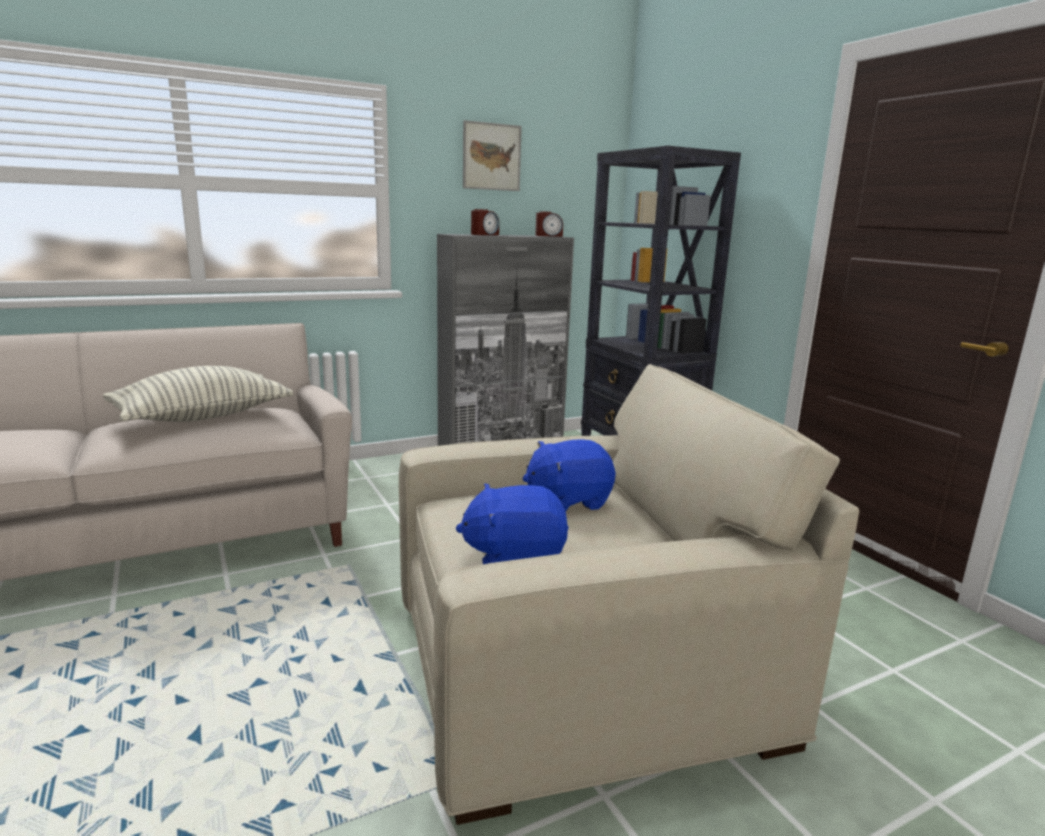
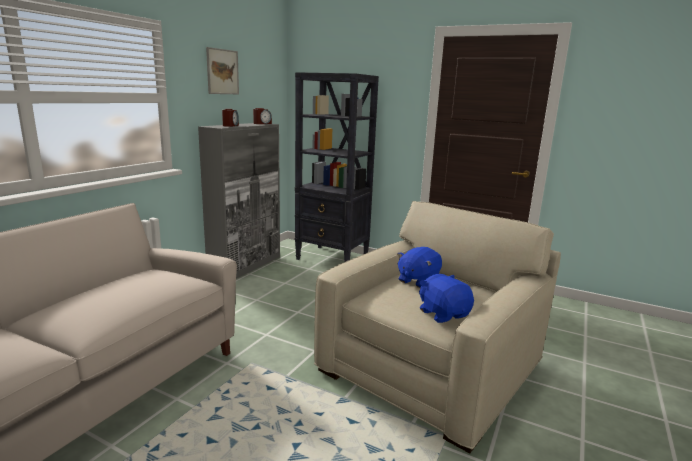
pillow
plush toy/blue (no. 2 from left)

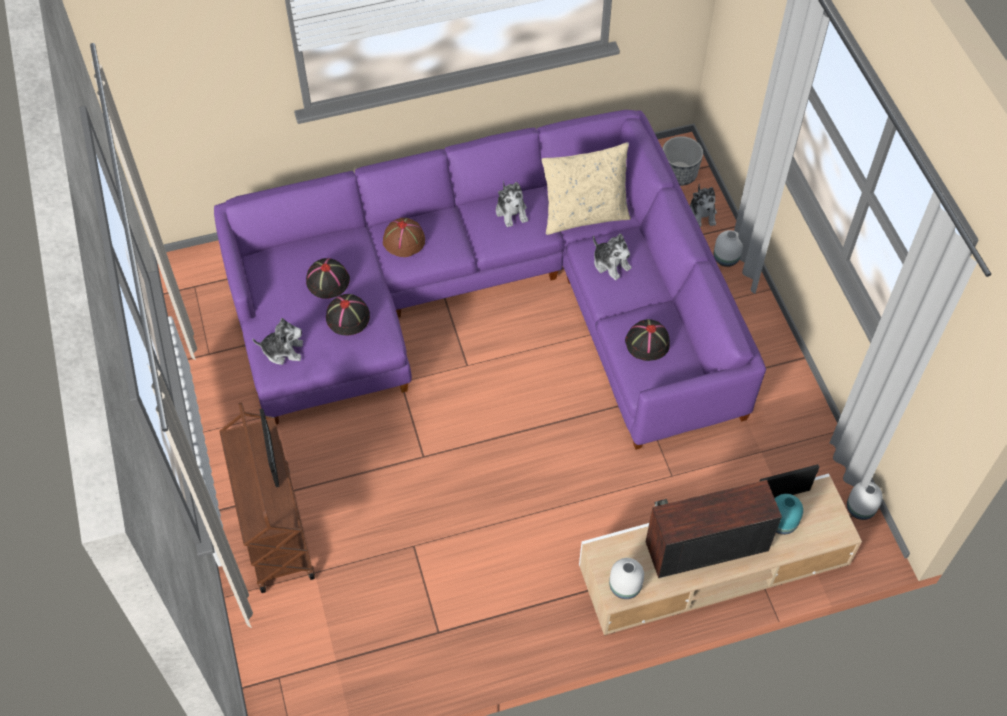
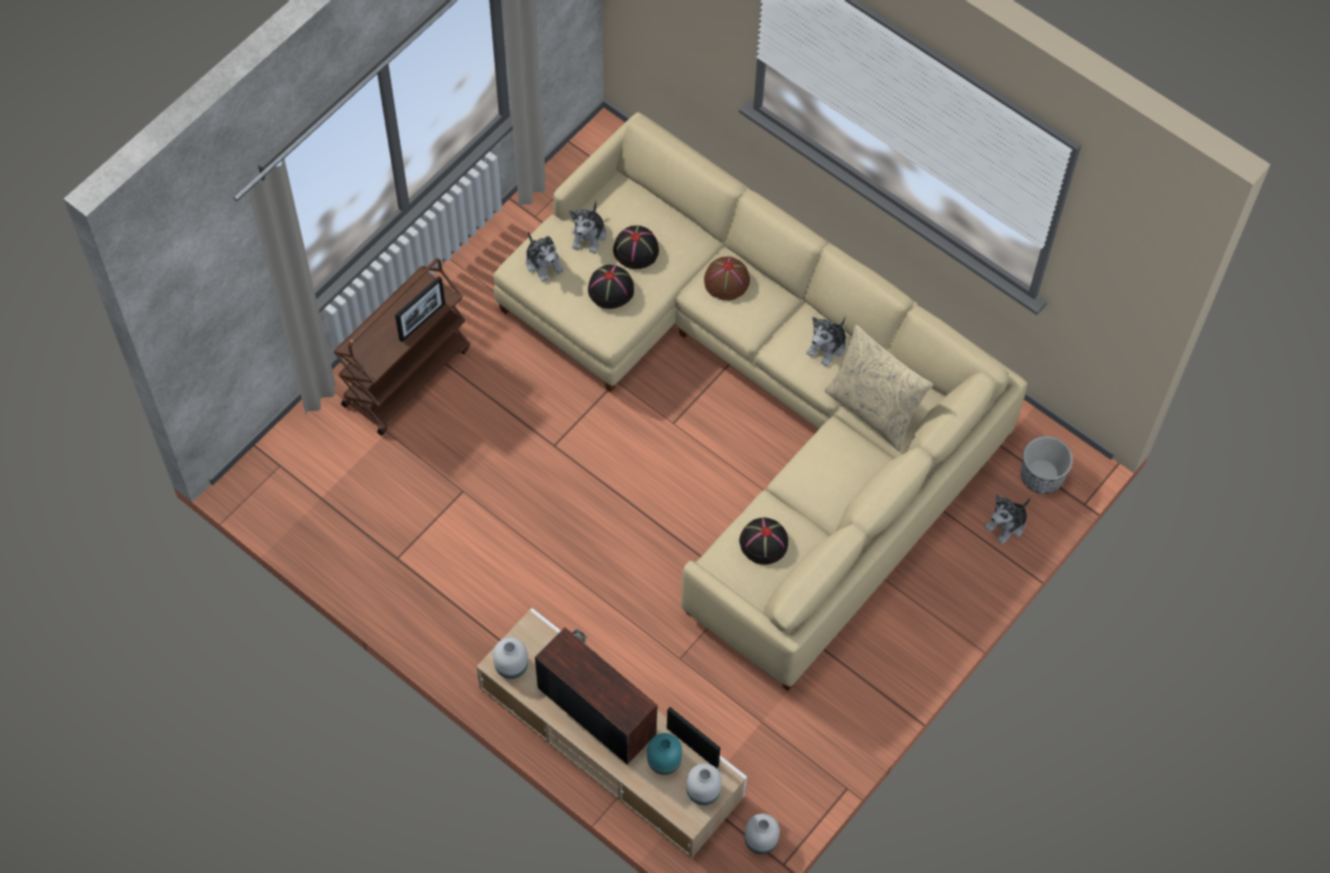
sofa/beige
plush toy (no. 2 from left)
vase/white (no. 2 from left)

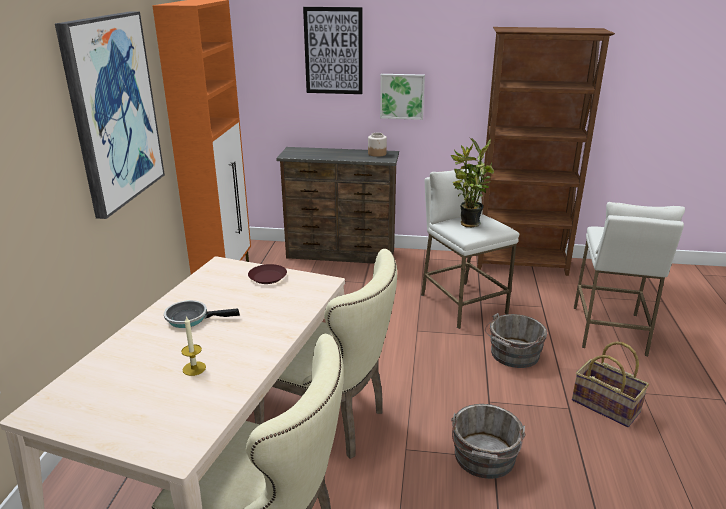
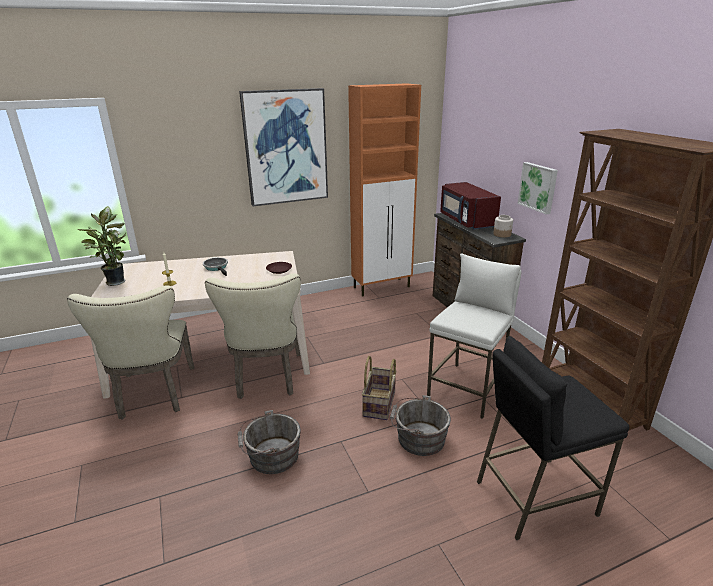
picture (no. 2 from left in the first image)
potted plant
basket
stool/black
microwave/red

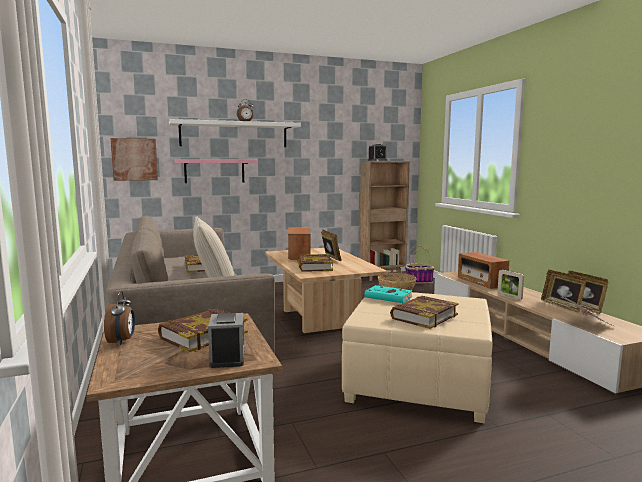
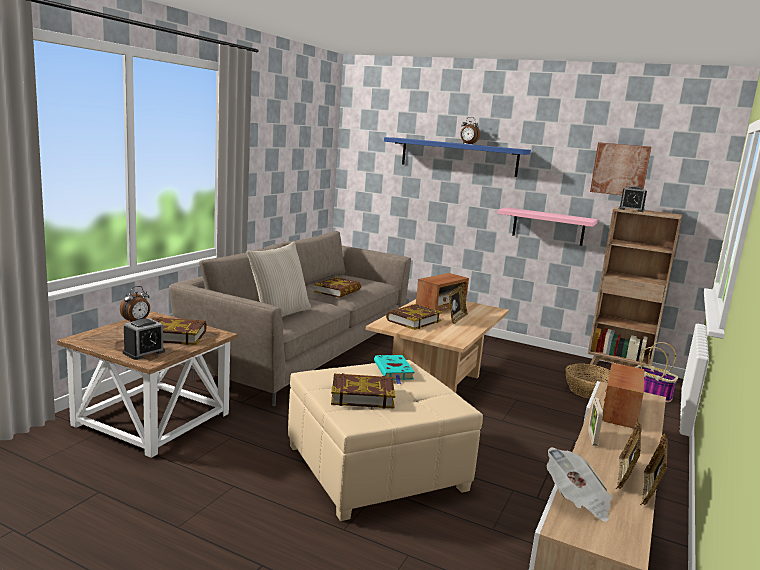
picture
shelf/blue
shelf/pink

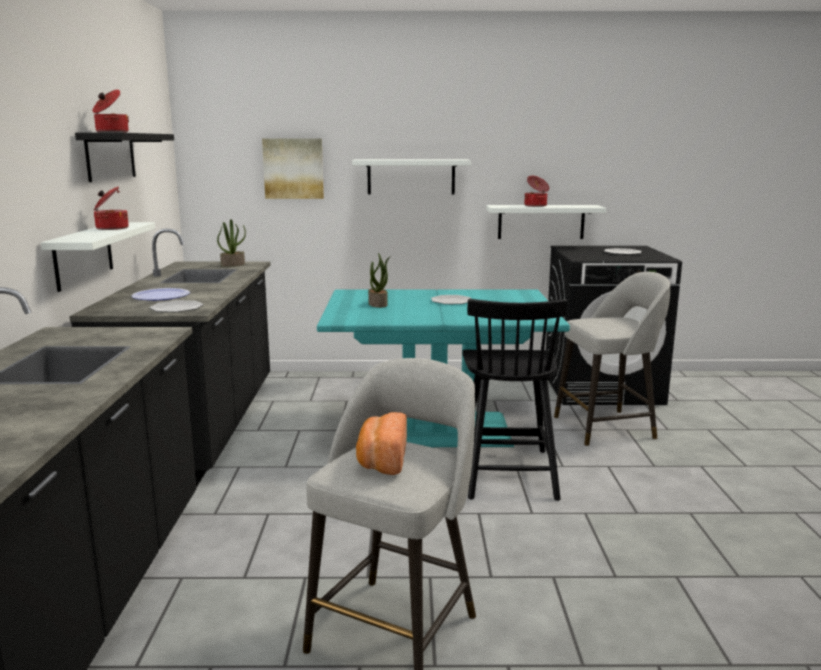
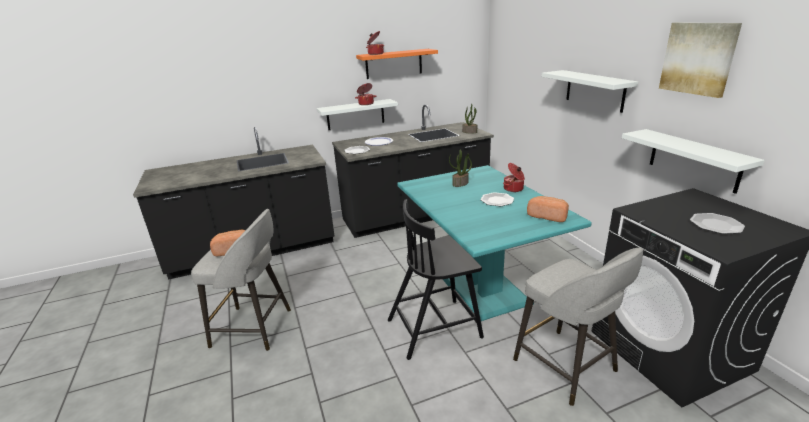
shelf/orange
picture
cooking pot (no. 3 from left)
bread (no. 2 from left)

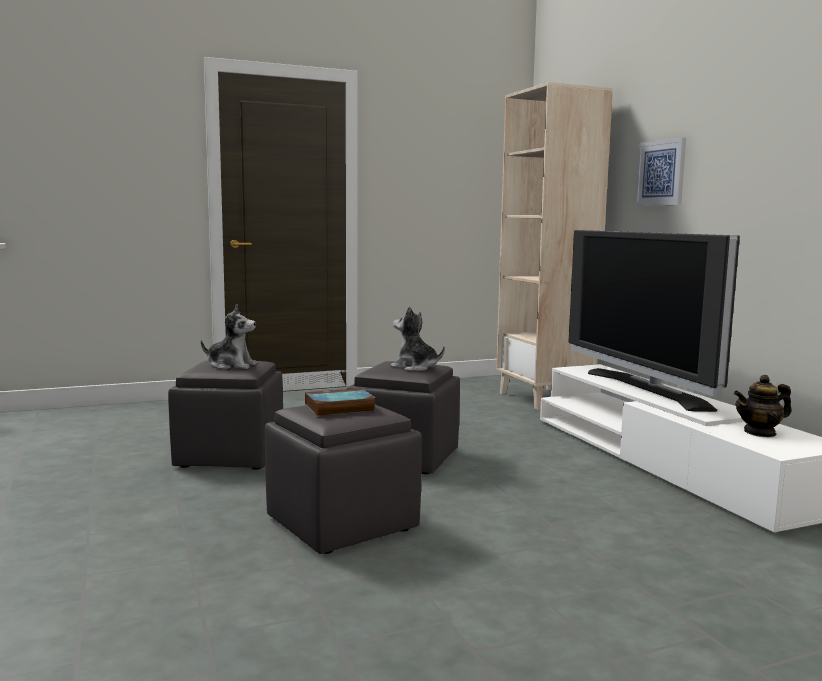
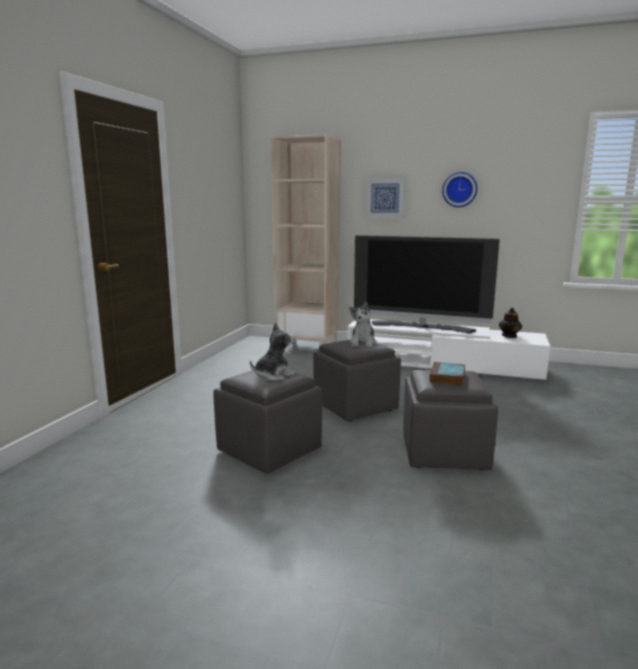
plush toy (no. 2 from left)
wall clock

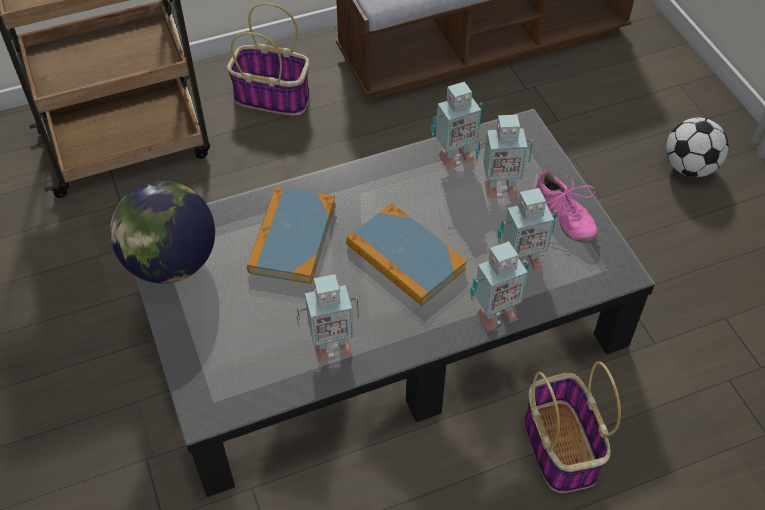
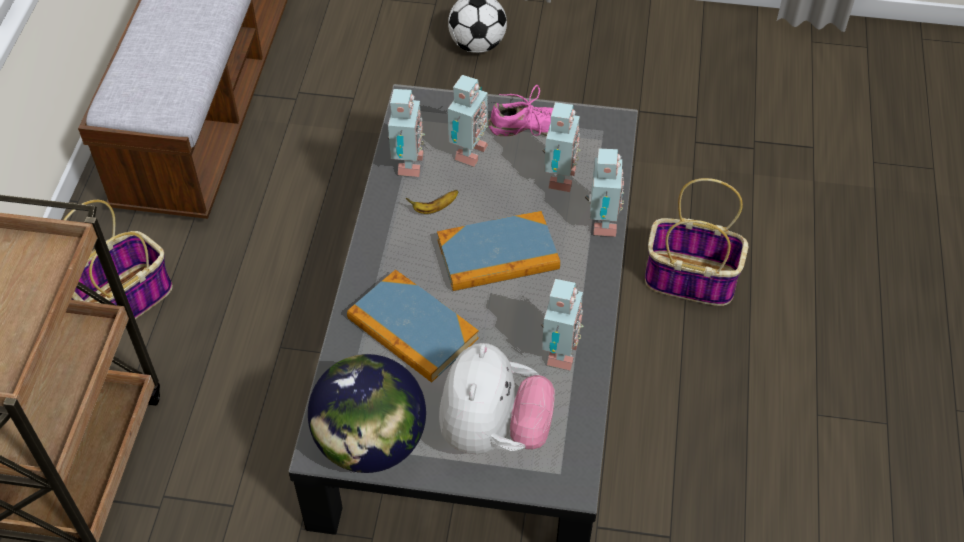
banana
plush toy

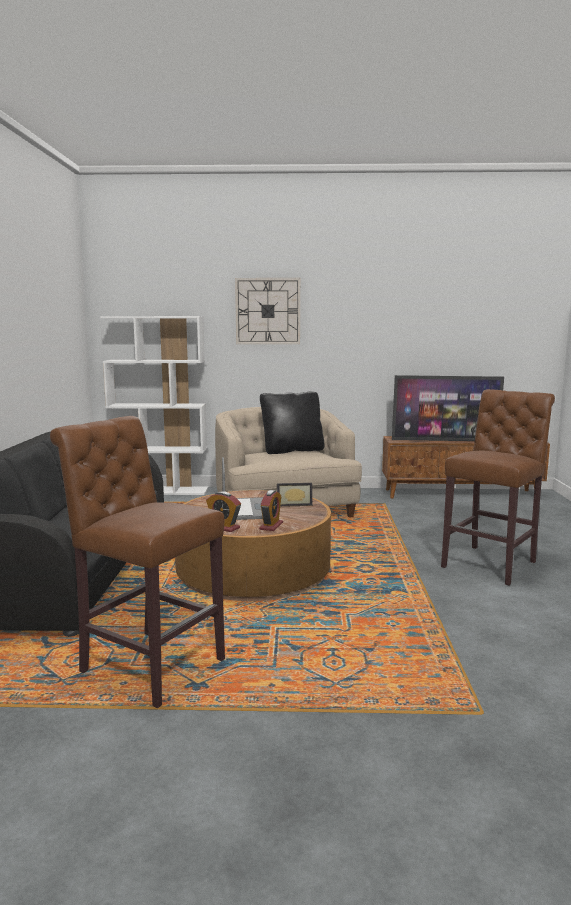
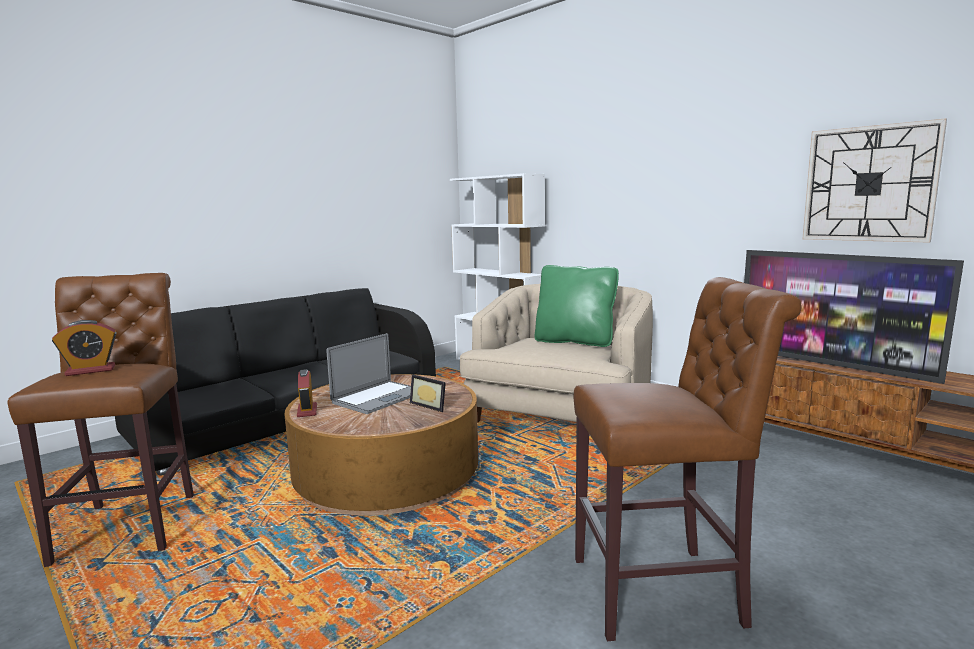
wall clock
alarm clock (no. 1 from left)
pillow/green

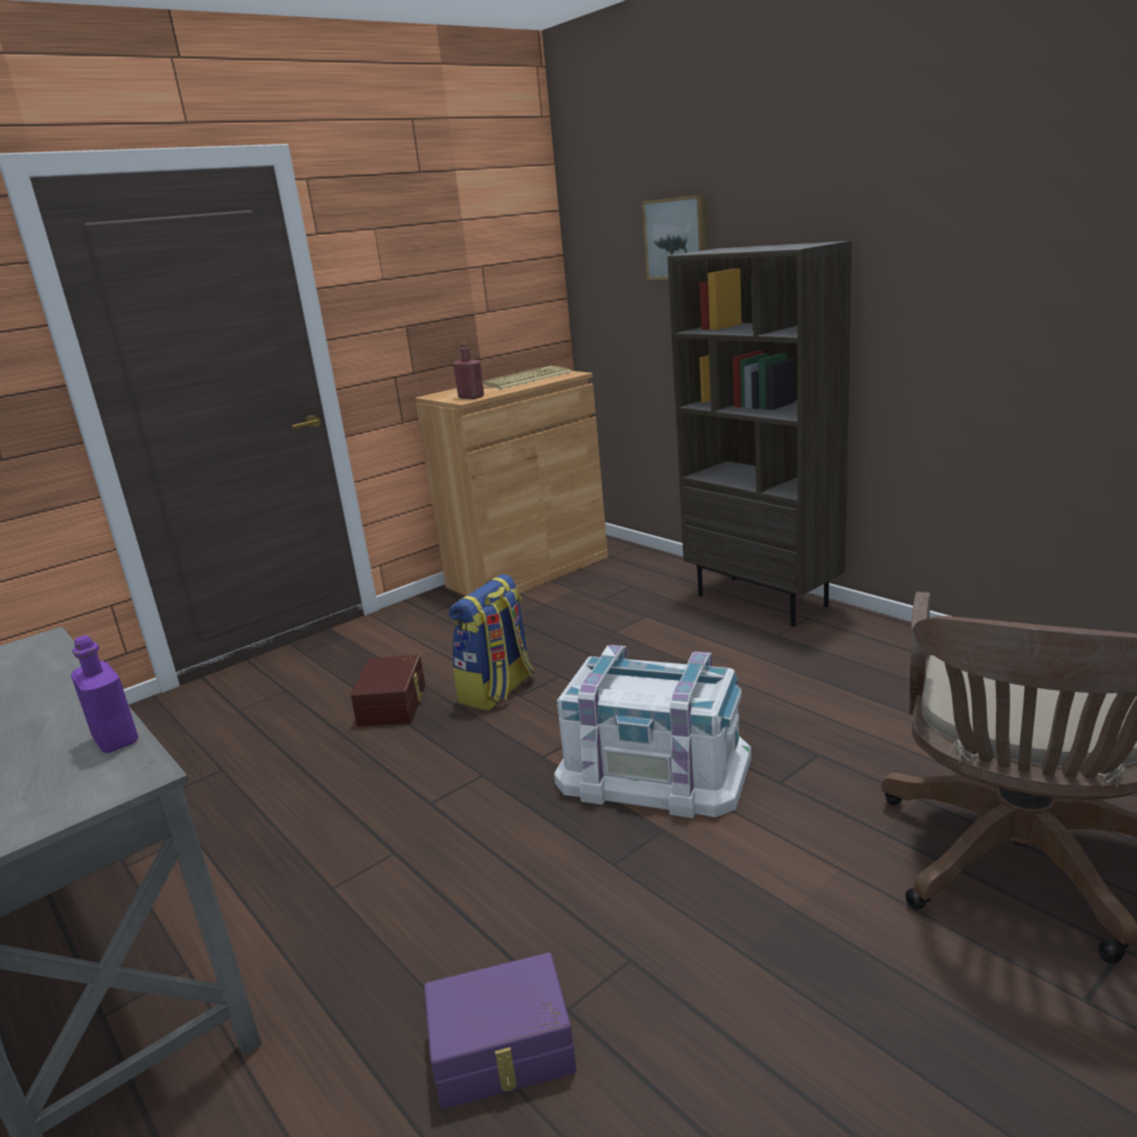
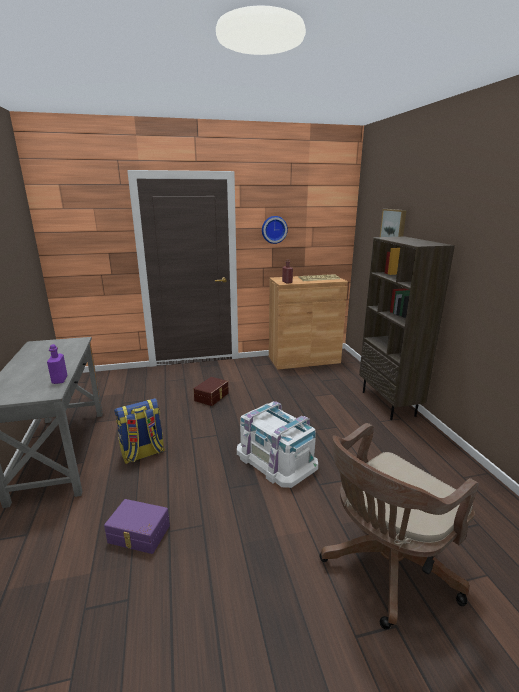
backpack
wall clock

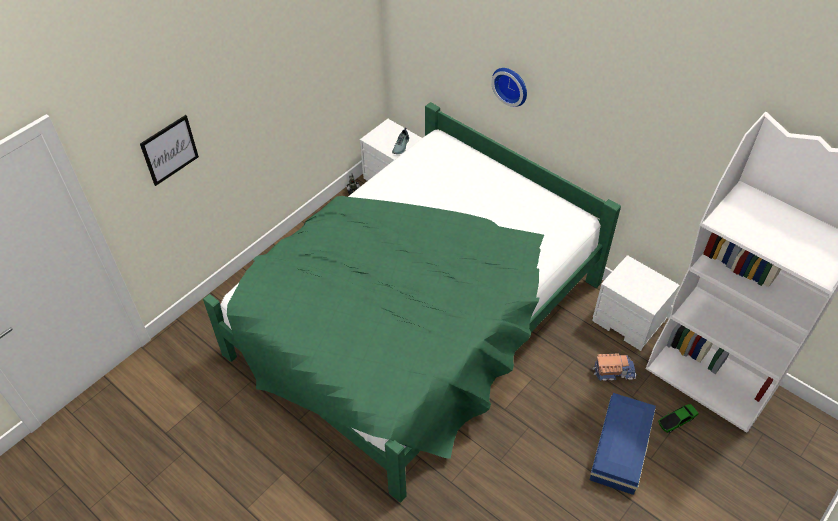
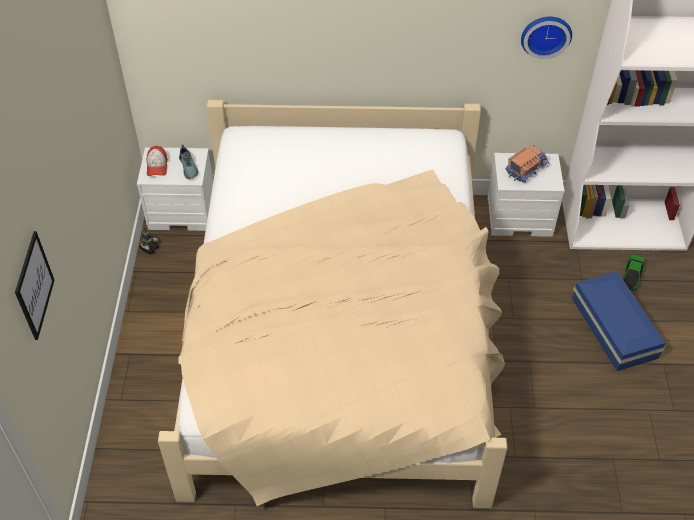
bed/beige
wall clock
toy truck
cap

